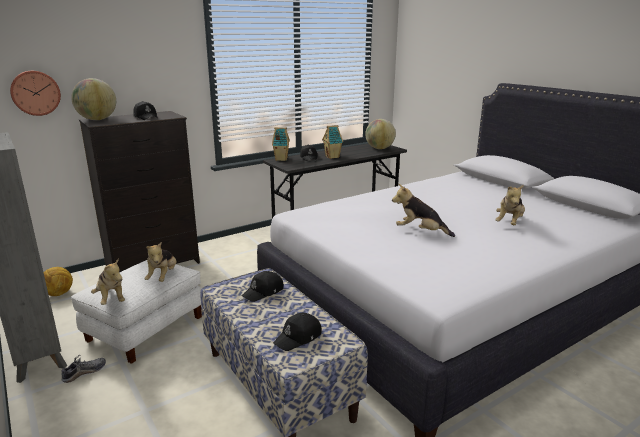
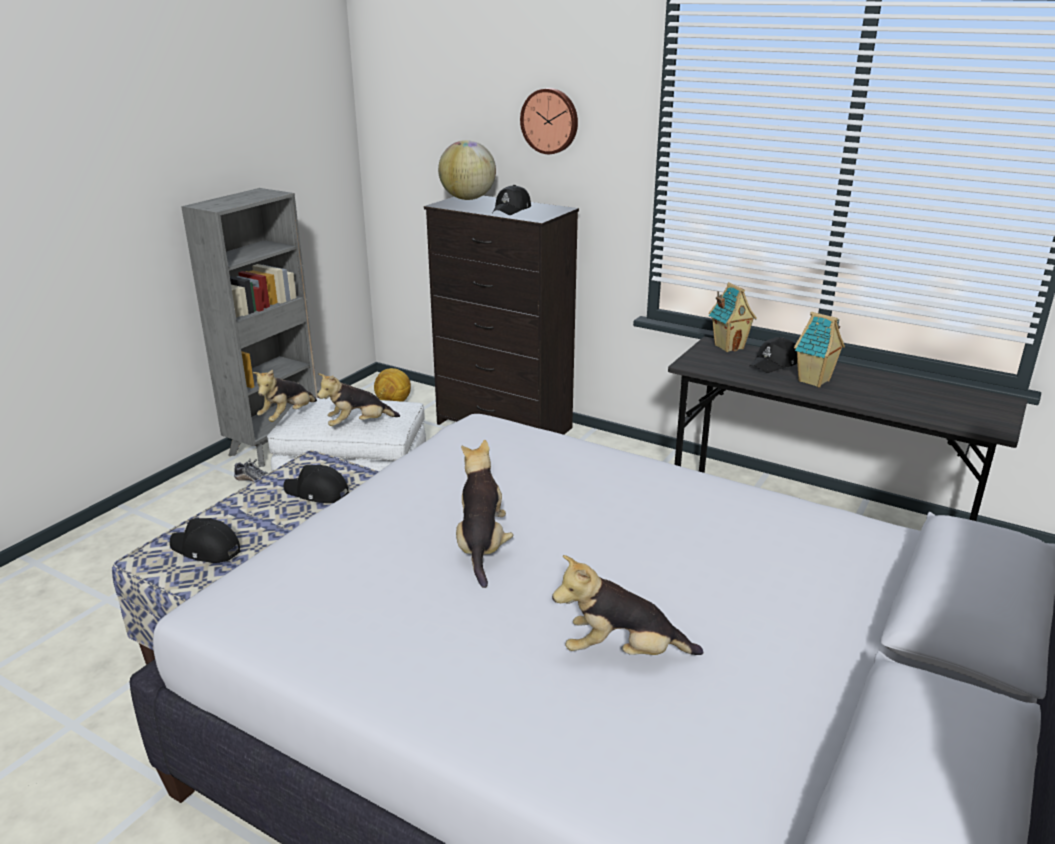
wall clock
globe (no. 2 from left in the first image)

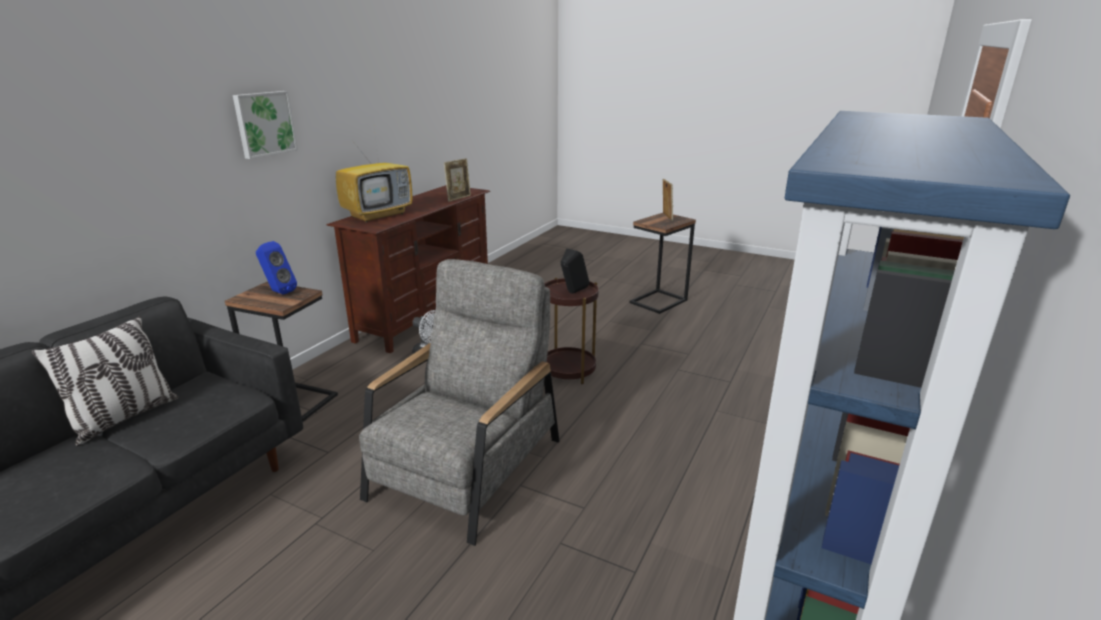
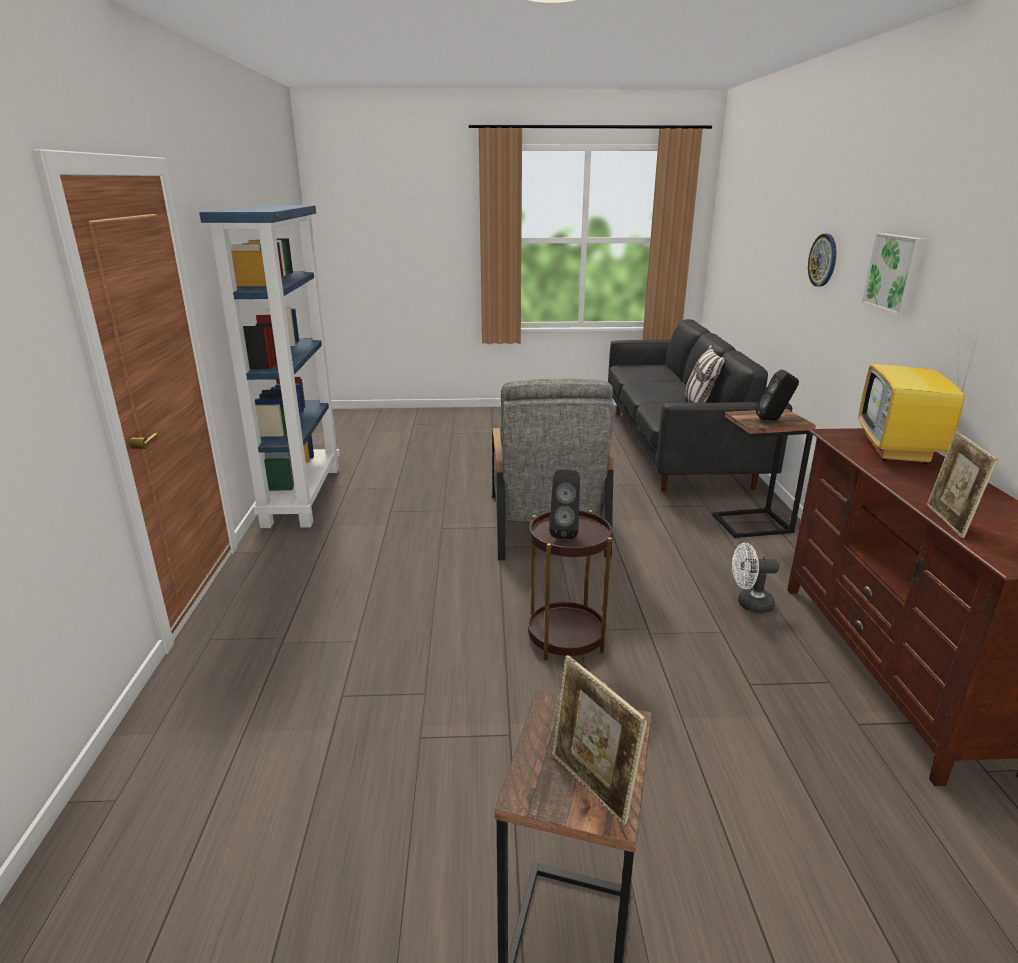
speaker/black (no. 2 from left)
wall clock

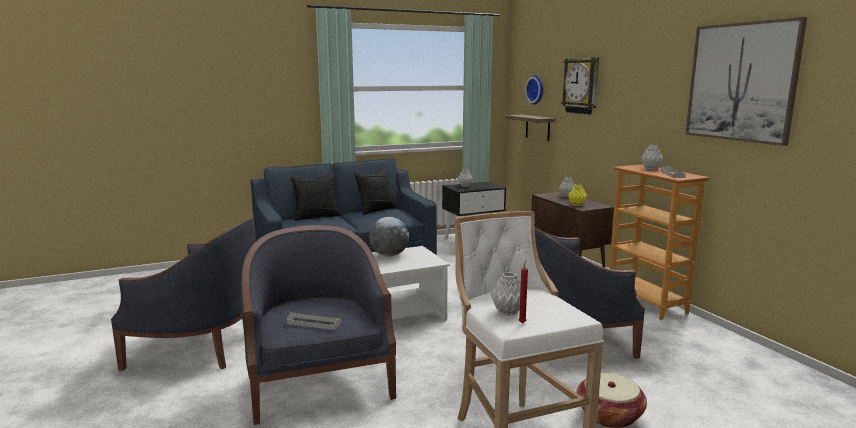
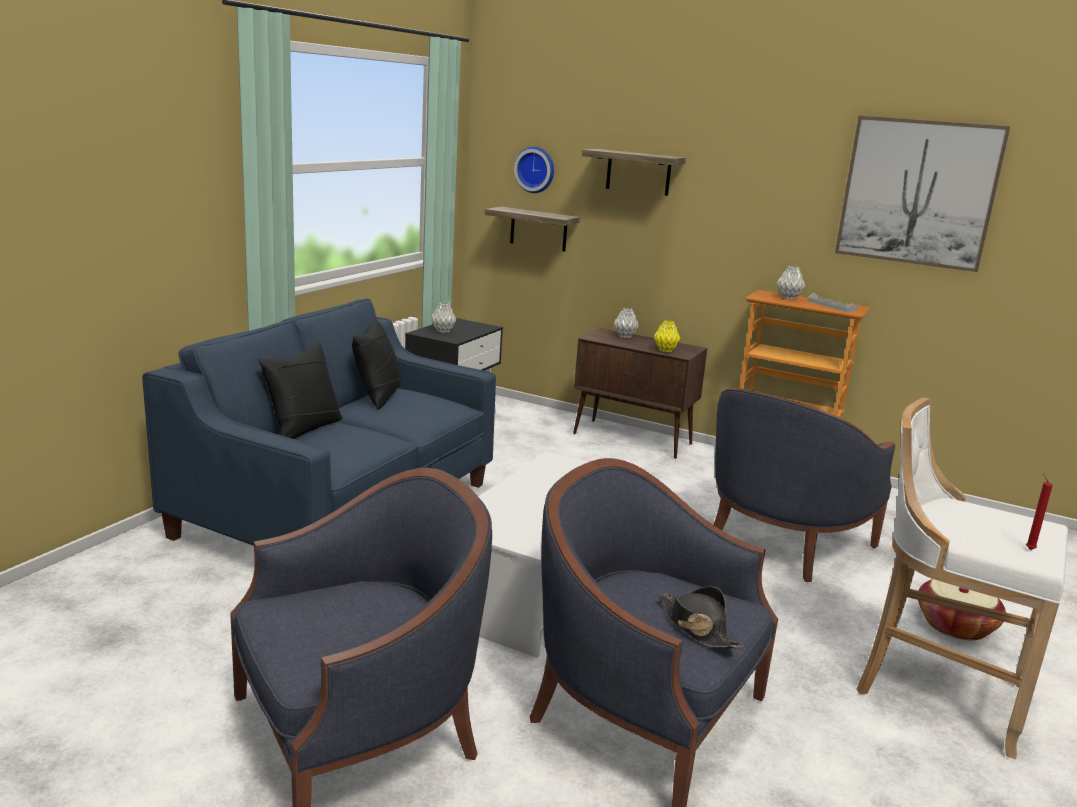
hat/black
globe
vase/grey (no. 2 from left in the first image)
shelf (no. 2 from left)

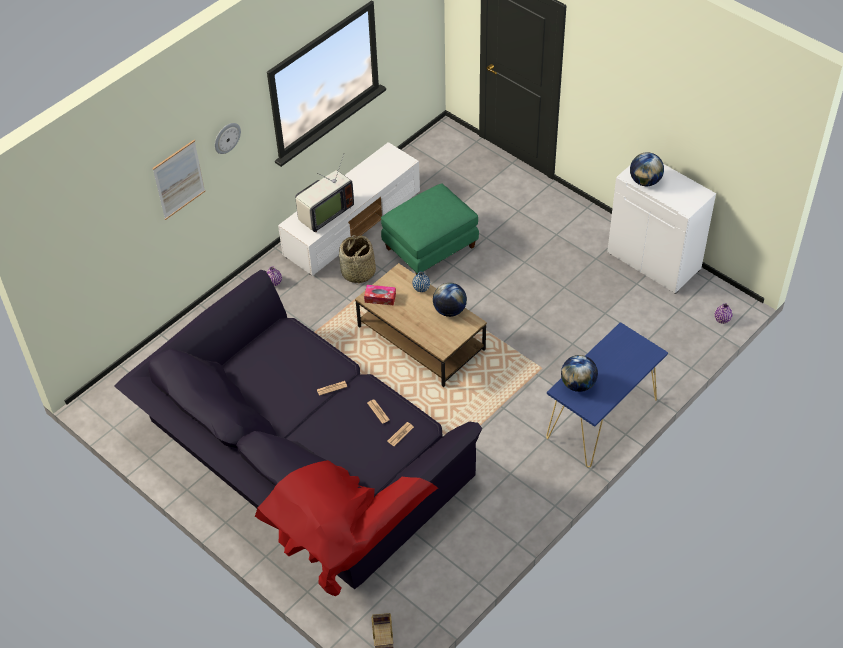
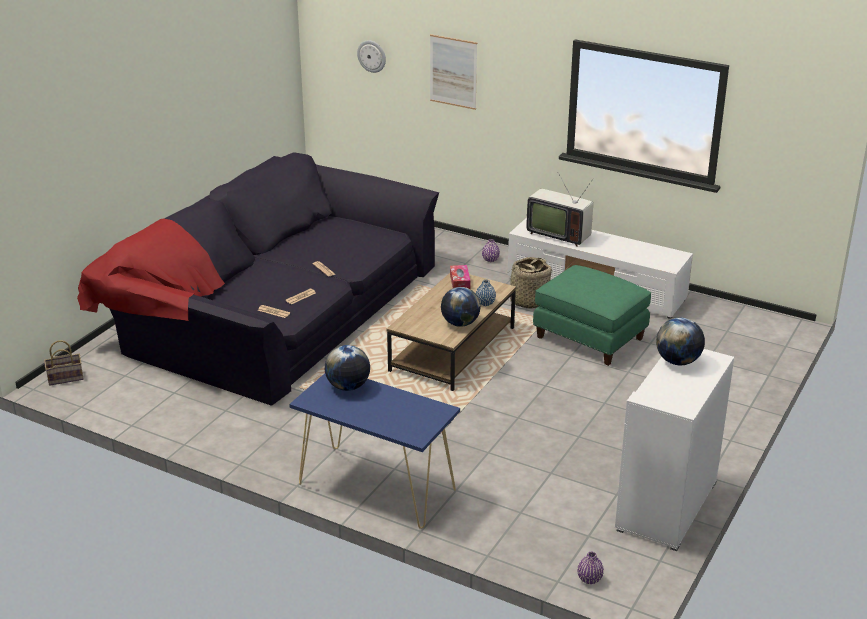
wall clock

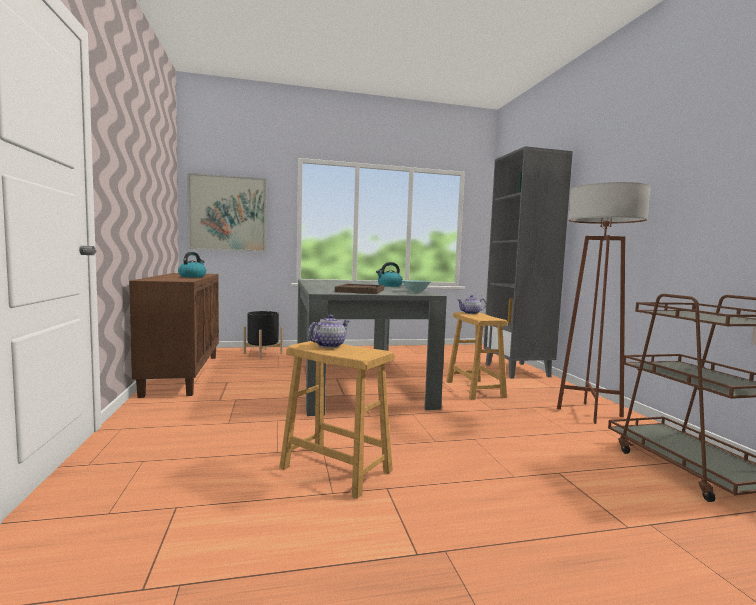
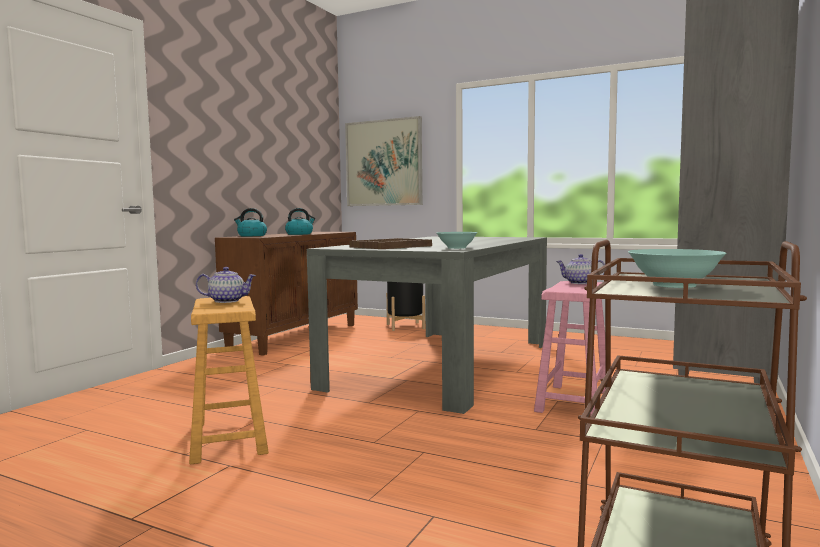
kettle (no. 1 from left)
stool/pink
floor lamp/brown
bowl/turquoise (no. 2 from left)

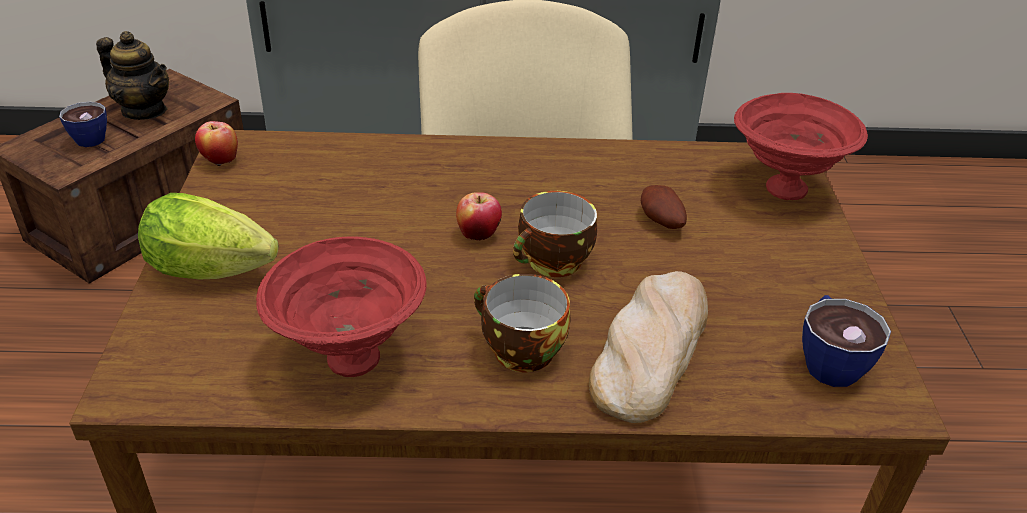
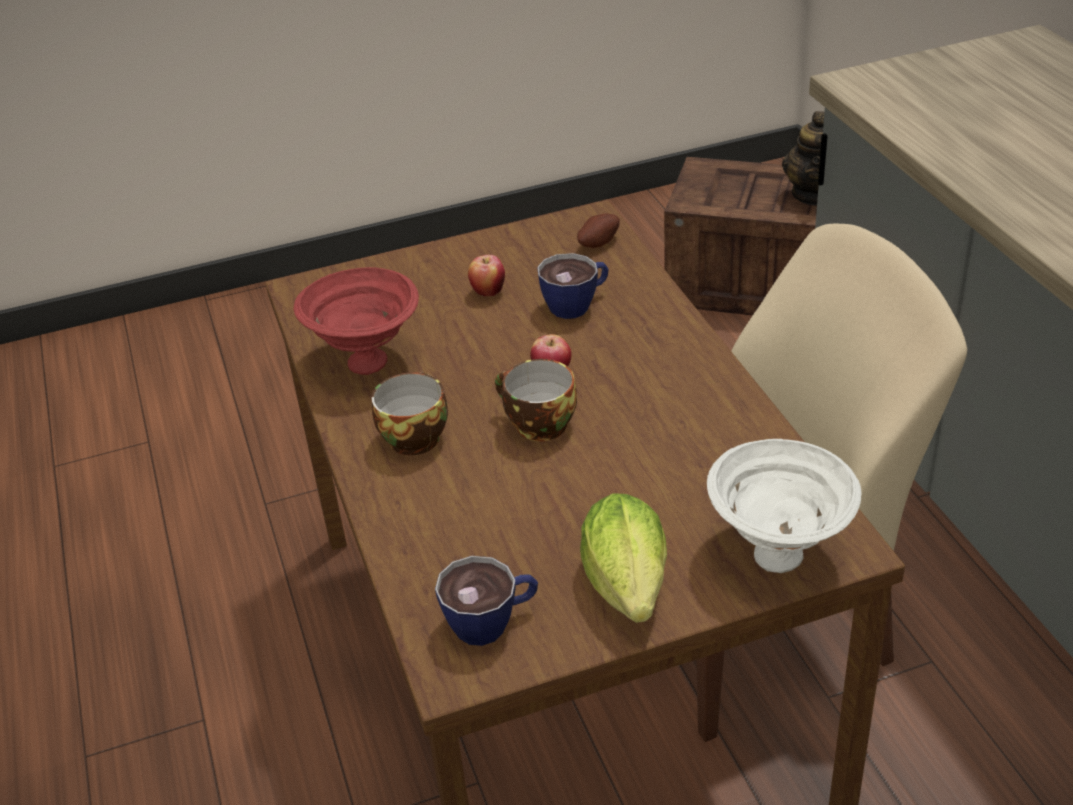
cup (no. 4 from left)
lettuce
apple (no. 1 from left)
bread
potato
bowl/white

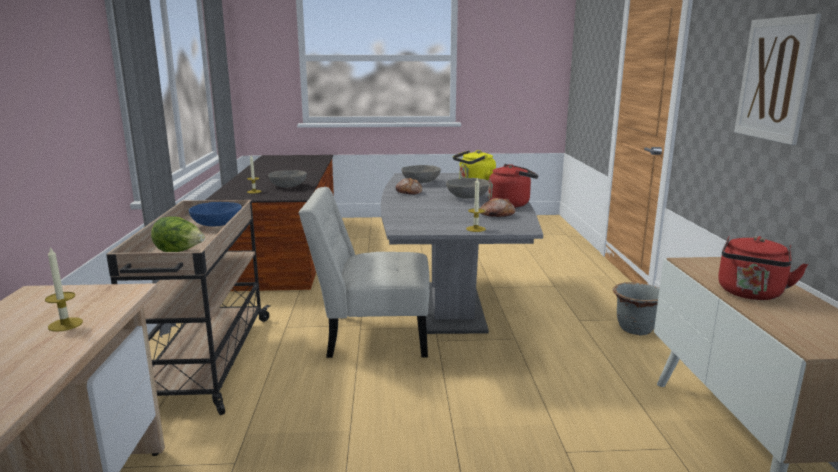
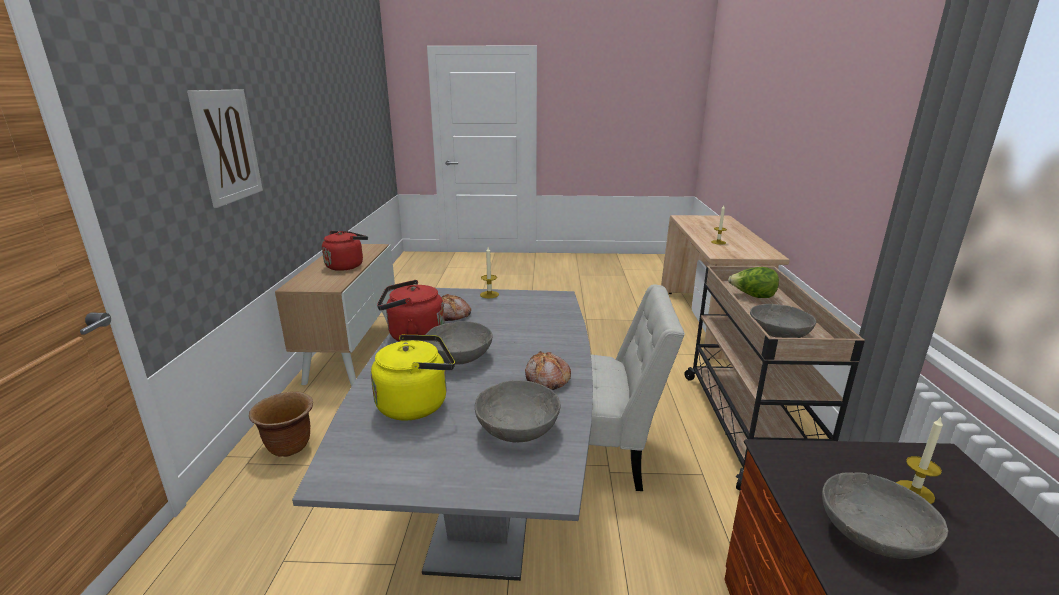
bowl/grey (no. 3 from left)
planter/brown

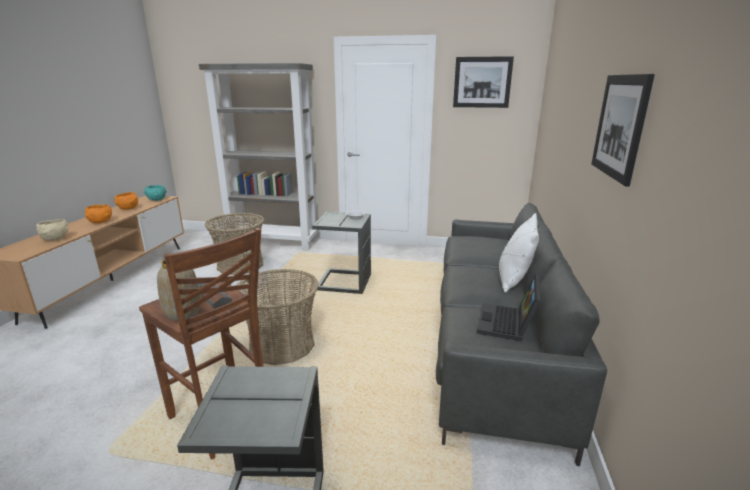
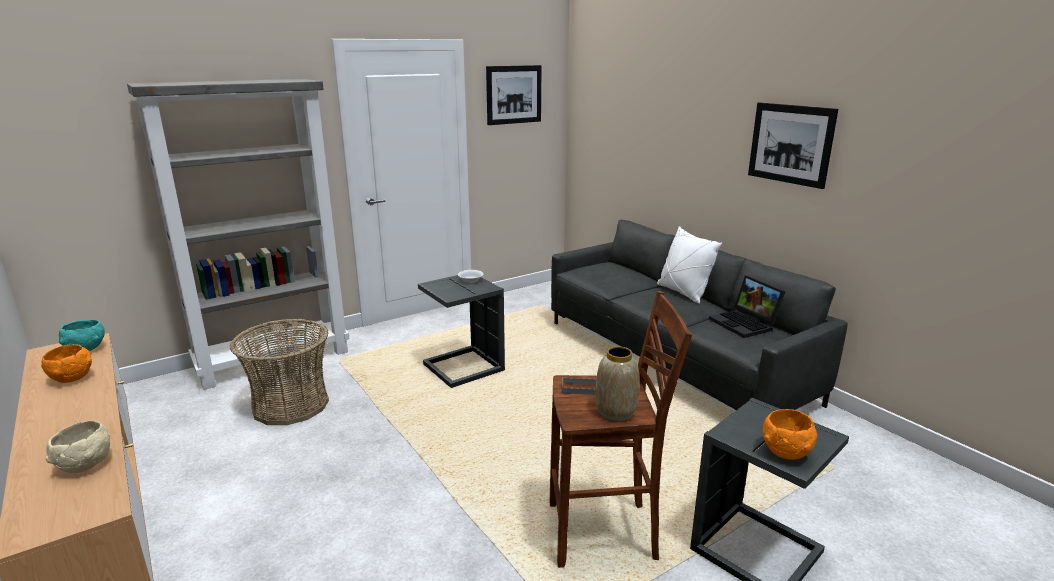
bowl/orange (no. 2 from left)
basket (no. 2 from left in the first image)

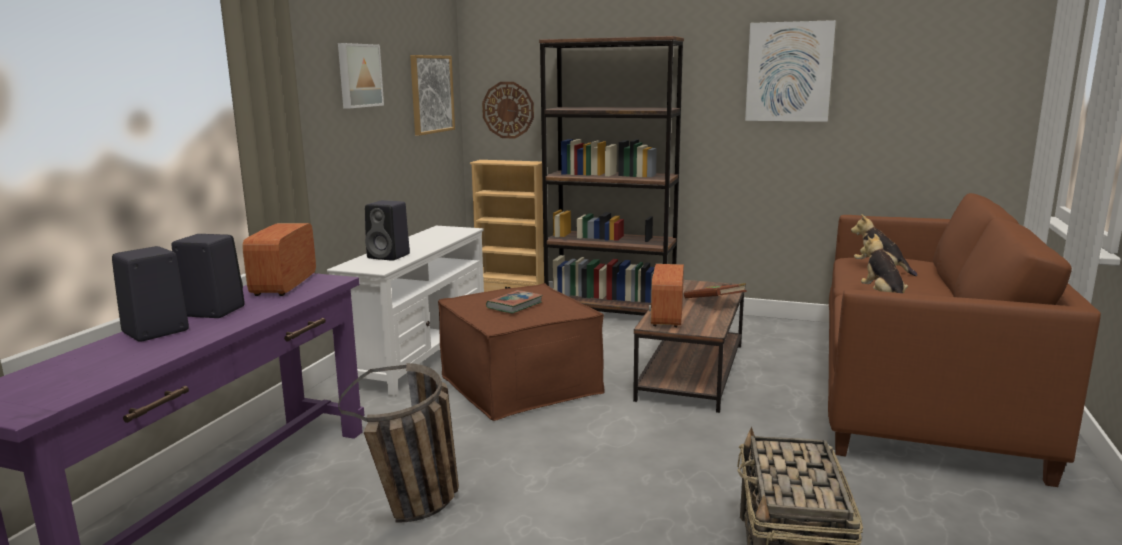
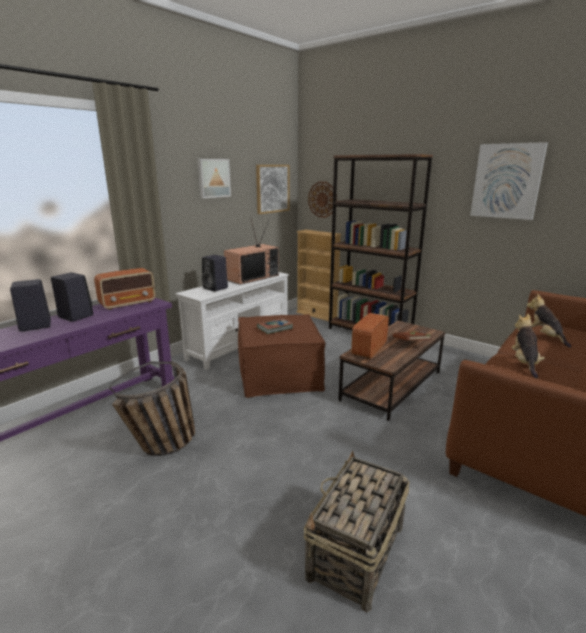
radio (no. 1 from left)
television

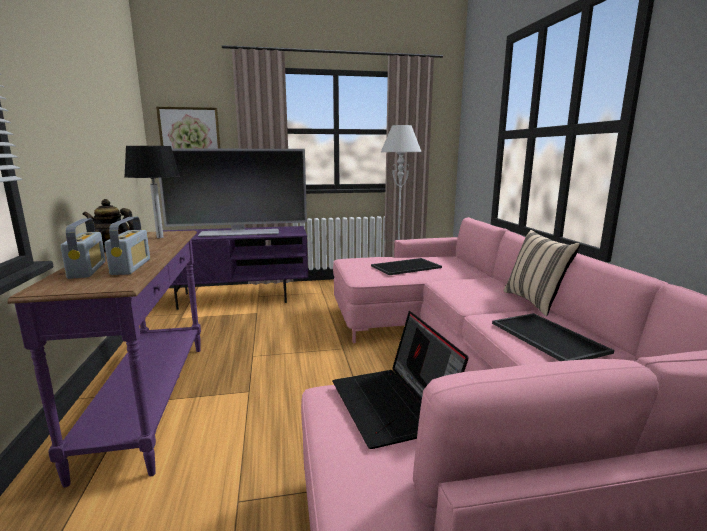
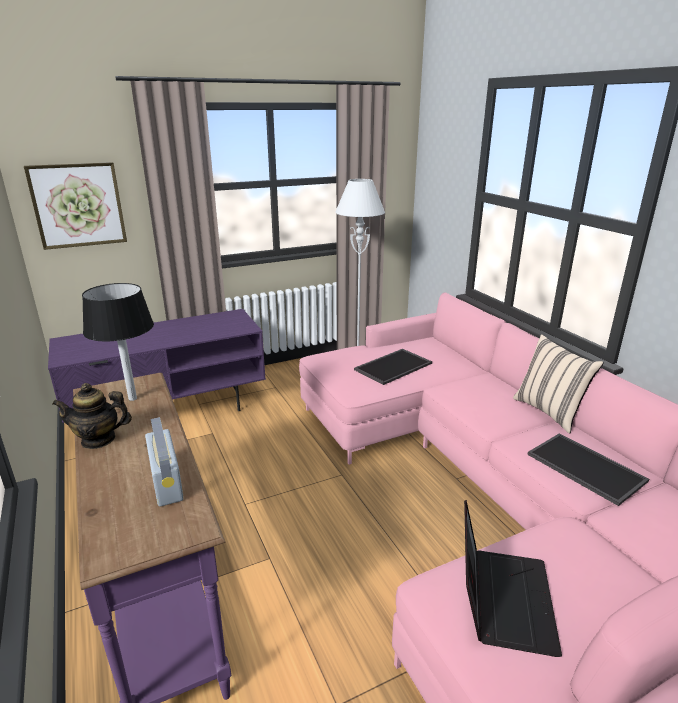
radio (no. 1 from left in the first image)
television
laptop

